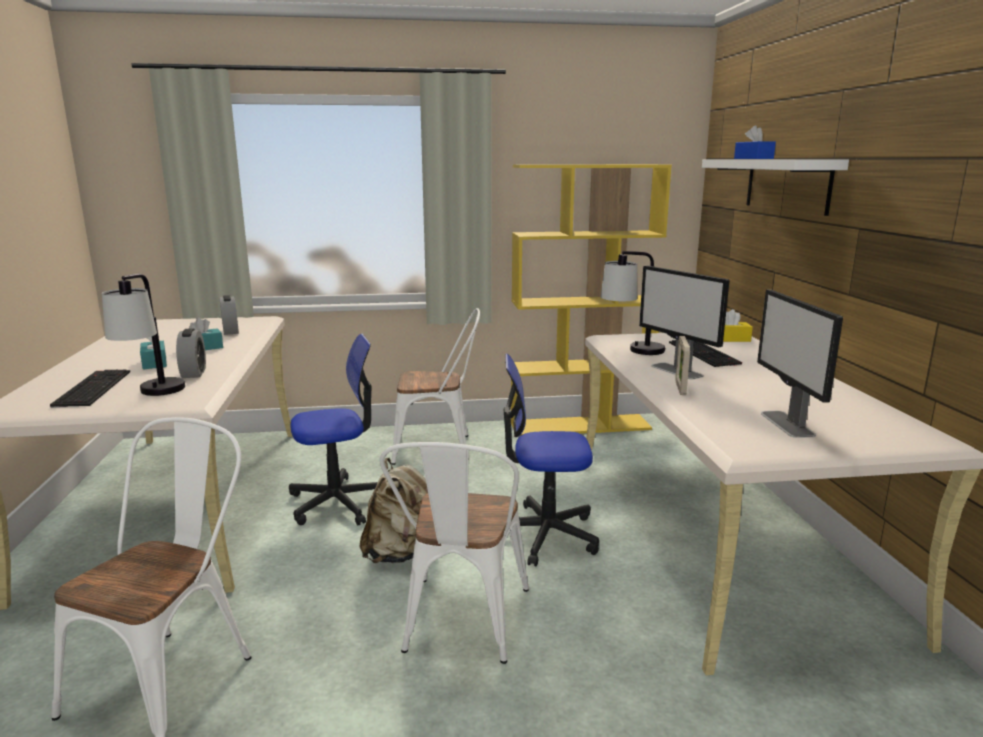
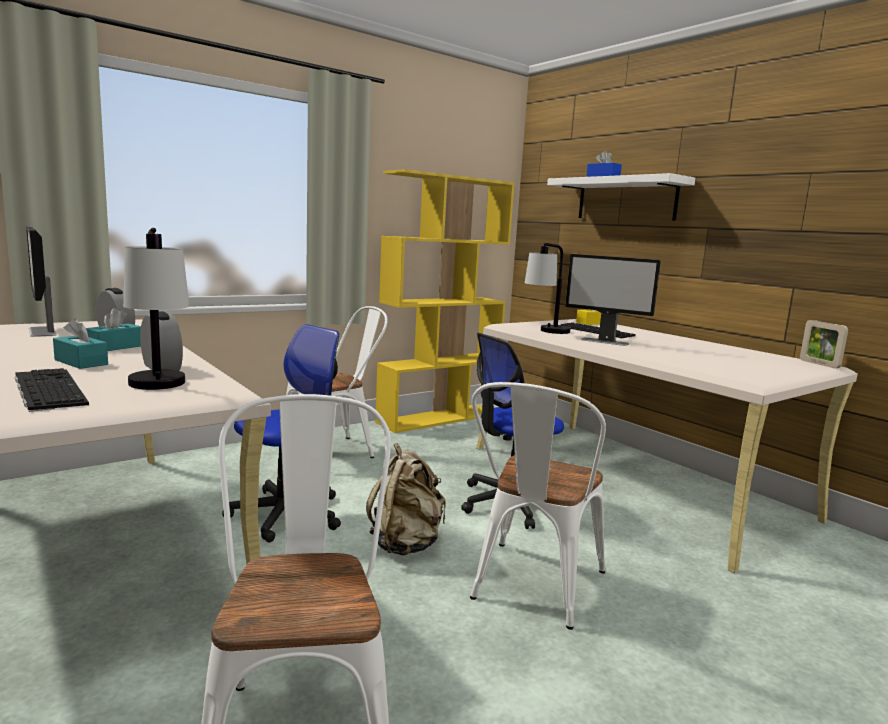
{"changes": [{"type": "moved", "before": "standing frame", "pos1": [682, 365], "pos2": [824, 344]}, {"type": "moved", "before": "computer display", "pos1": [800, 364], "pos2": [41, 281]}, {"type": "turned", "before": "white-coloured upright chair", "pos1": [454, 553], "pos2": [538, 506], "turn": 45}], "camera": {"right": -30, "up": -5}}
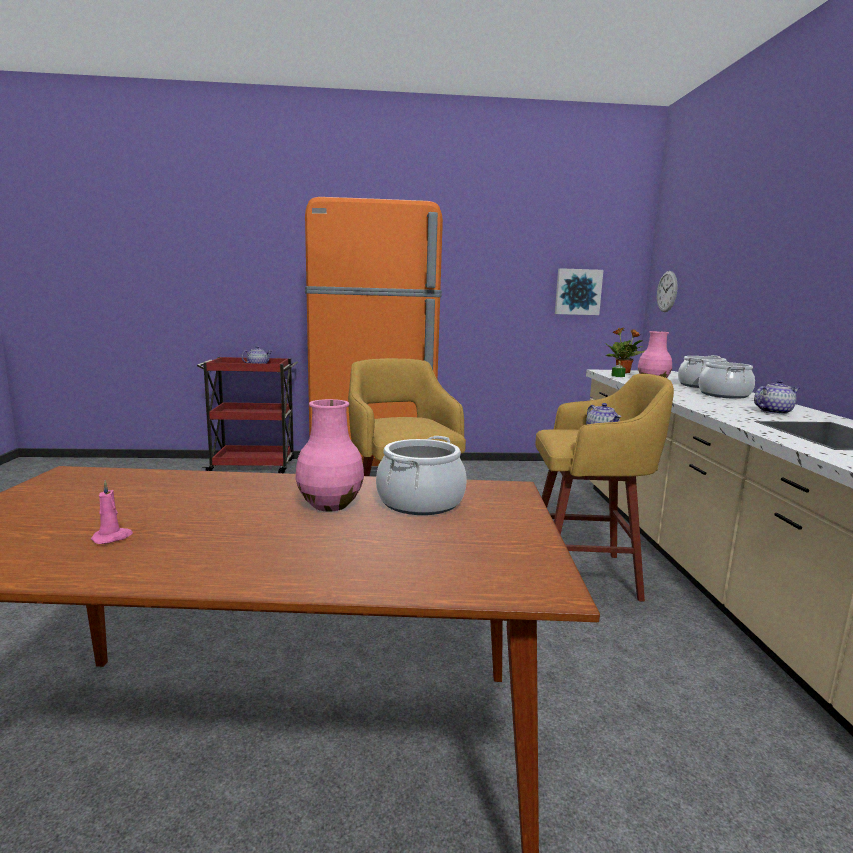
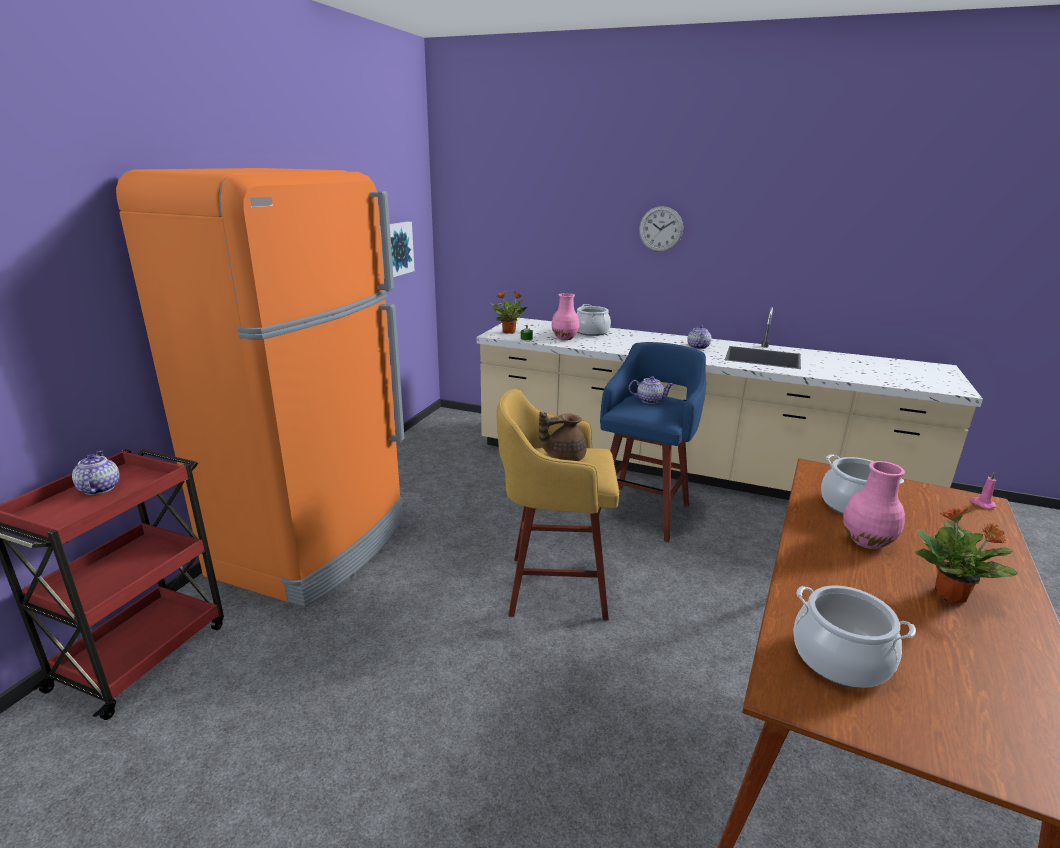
{"changes": [{"type": "added", "after": "brown-coloured pot for tea", "pos2": [563, 436]}, {"type": "added", "after": "plant in a pot", "pos2": [966, 555]}, {"type": "moved", "before": "pinkish wax candle", "pos1": [112, 512], "pos2": [983, 490]}, {"type": "moved", "before": "wall clock", "pos1": [667, 291], "pos2": [661, 229]}, {"type": "moved", "before": "cooking pot", "pos1": [727, 379], "pos2": [854, 636]}, {"type": "recoloured", "before": "yellow stool seat", "after": "bluish stool seat", "pos1": [604, 488], "pos2": [652, 442]}], "camera": {"right": -65, "up": 10}}
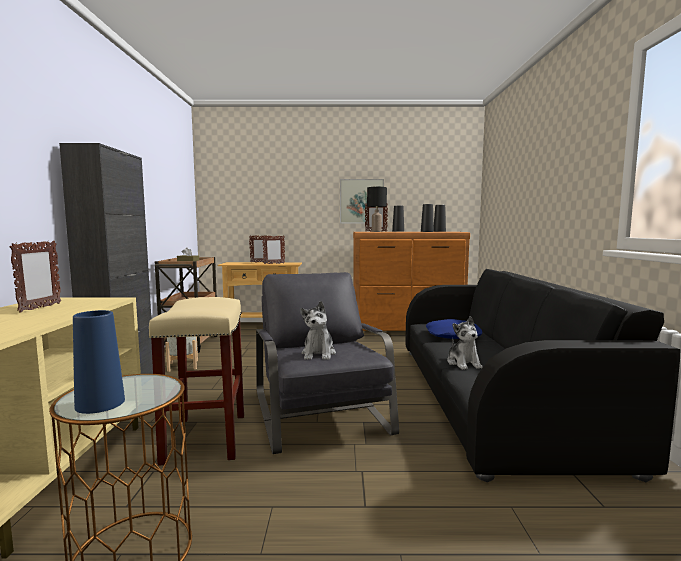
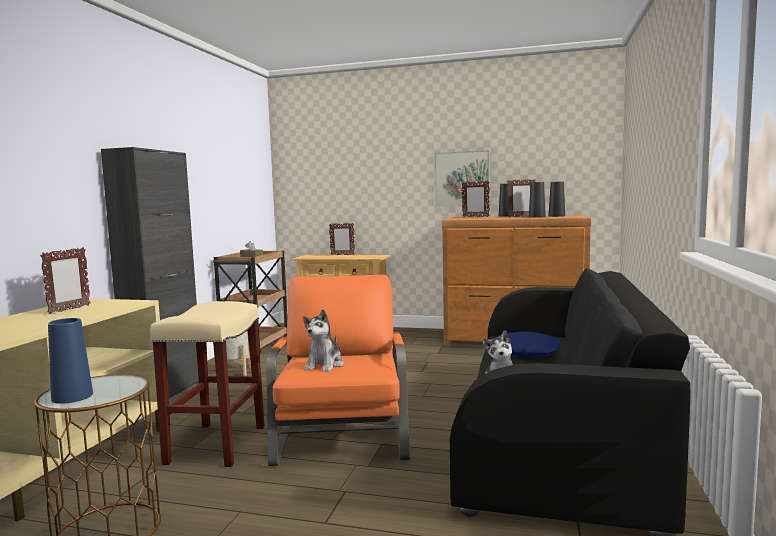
{"changes": [{"type": "removed", "before": "black tabletop lamp", "pos1": [377, 209]}, {"type": "moved", "before": "standing frame", "pos1": [273, 249], "pos2": [521, 198]}, {"type": "recoloured", "before": "gray lounge chair", "after": "orange lounge chair", "pos1": [327, 363], "pos2": [338, 370]}], "camera": {"right": 15, "up": 0}}
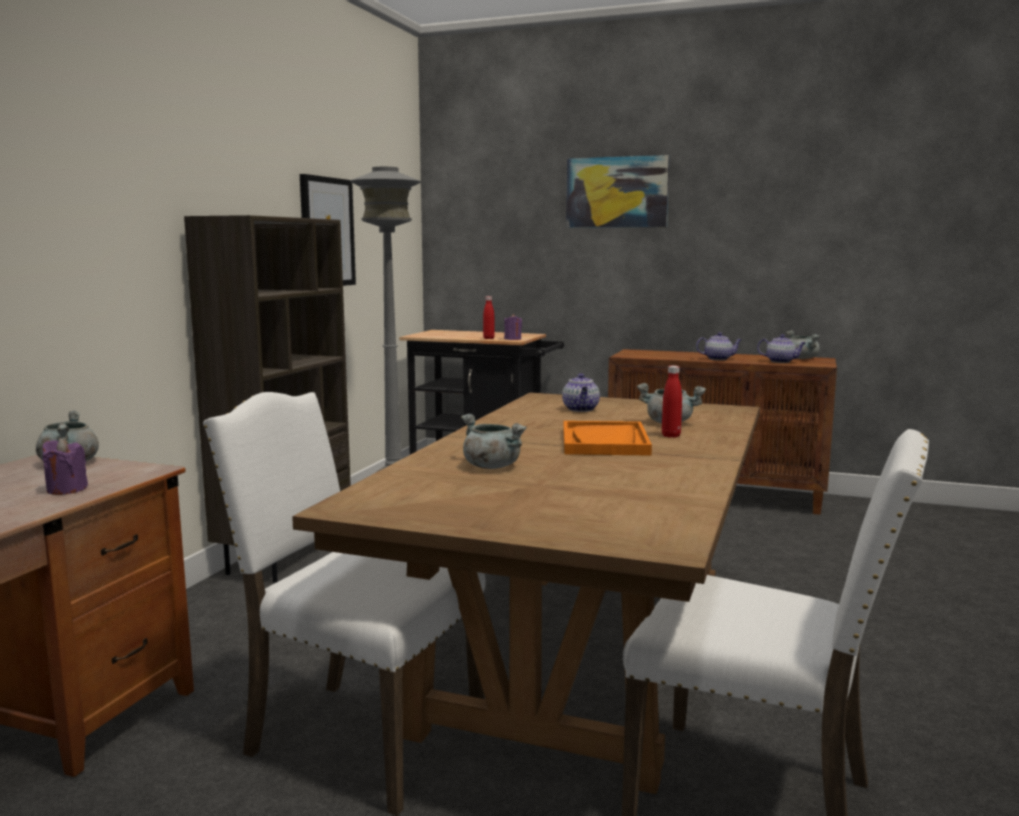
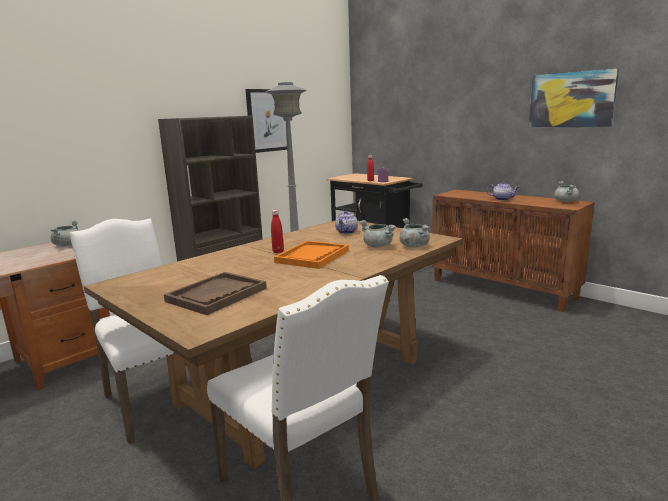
{"changes": [{"type": "removed", "before": "purple-coloured wax candle", "pos1": [65, 466]}, {"type": "removed", "before": "pot for tea", "pos1": [781, 348]}, {"type": "added", "after": "brown-coloured carrying tray", "pos2": [215, 293]}, {"type": "moved", "before": "gray cooking pot", "pos1": [494, 441], "pos2": [414, 232]}, {"type": "moved", "before": "wall picture", "pos1": [618, 191], "pos2": [574, 97]}, {"type": "moved", "before": "red beverage bottle", "pos1": [672, 402], "pos2": [277, 231]}], "camera": {"right": 25, "up": 5}}
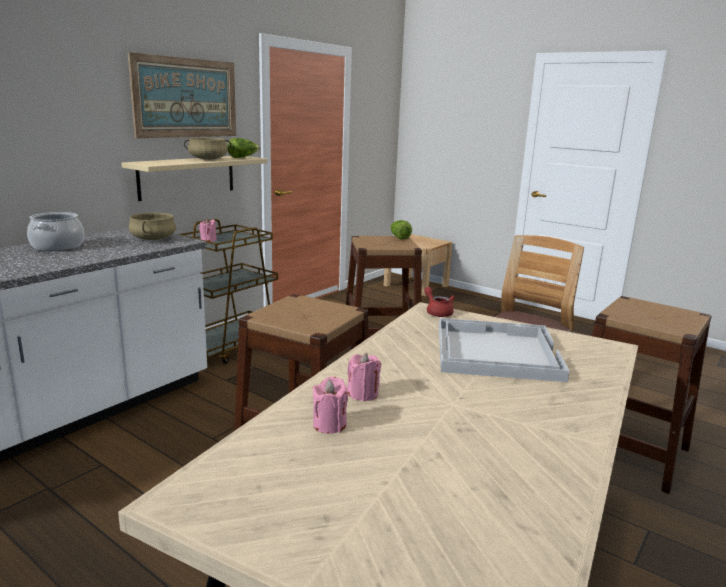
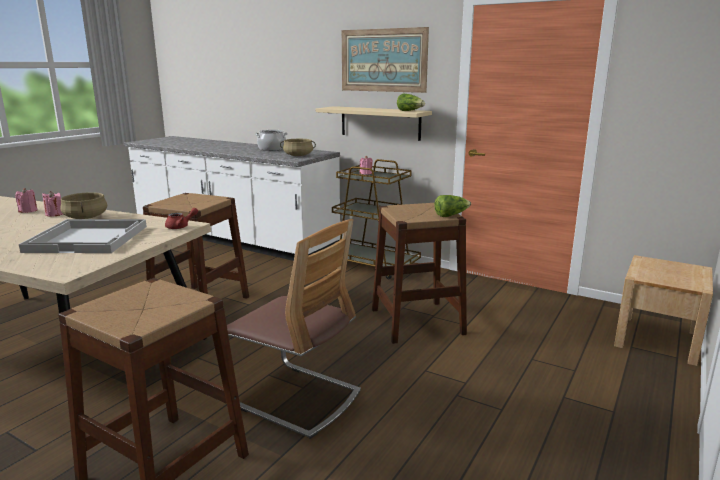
{"changes": [{"type": "moved", "before": "sand-coloured cooking pot", "pos1": [207, 149], "pos2": [83, 205]}], "camera": {"right": 85, "up": 0}}
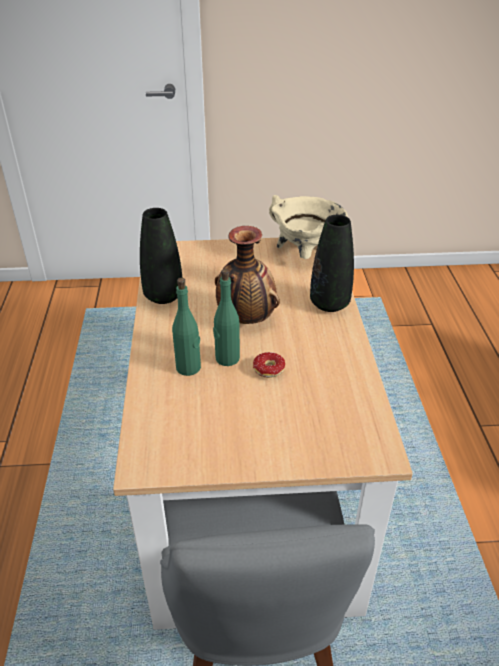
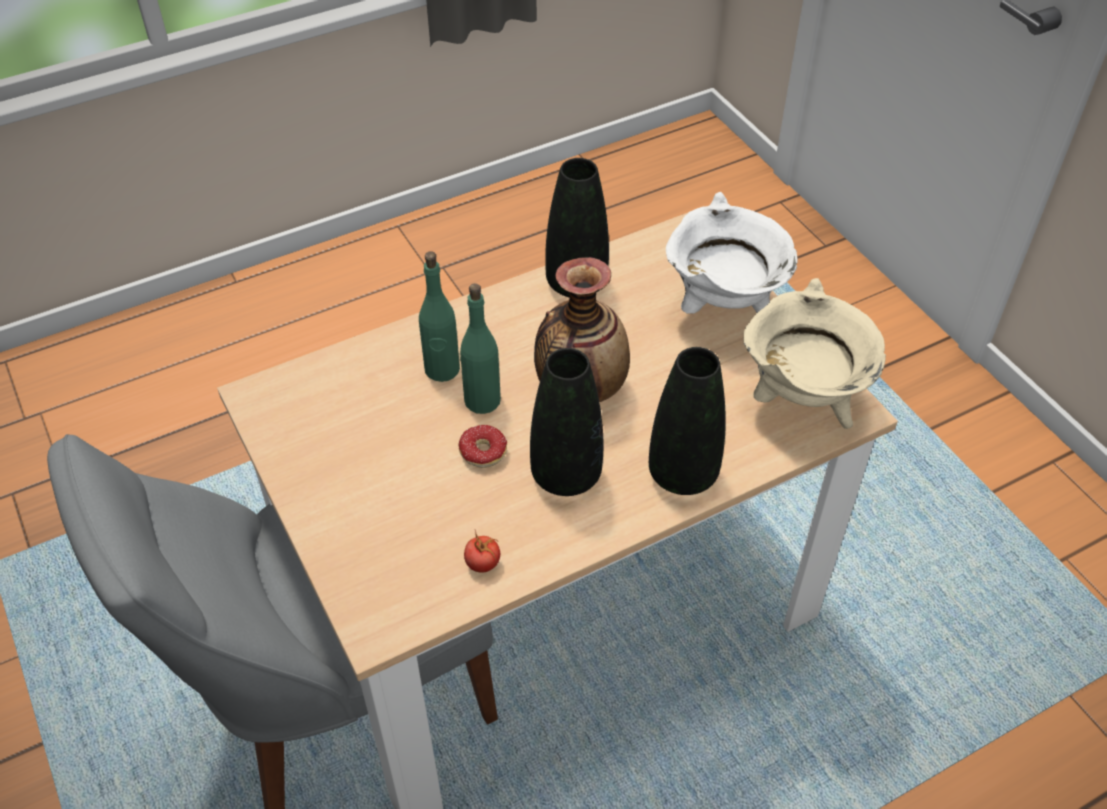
{"changes": [{"type": "added", "after": "whole tomato", "pos2": [482, 551]}, {"type": "added", "after": "black decorative vase", "pos2": [566, 422]}, {"type": "added", "after": "white-coloured cooking pot", "pos2": [732, 252]}], "camera": {"right": 65, "up": 10}}
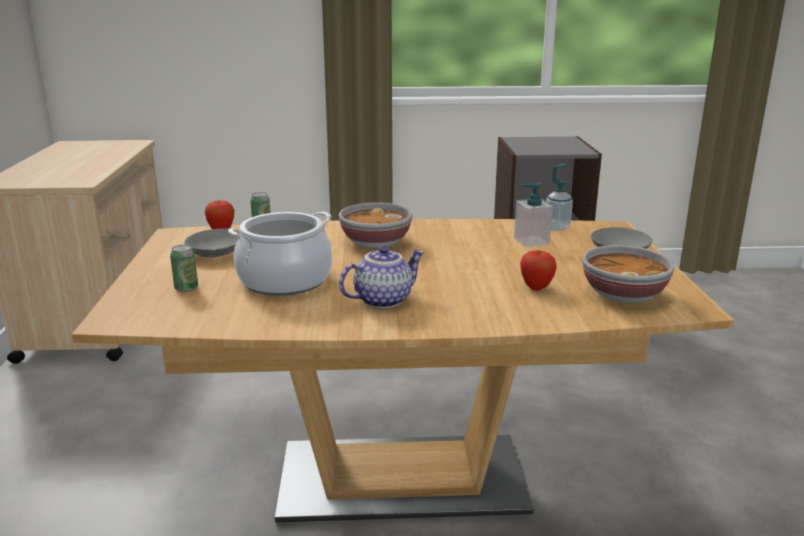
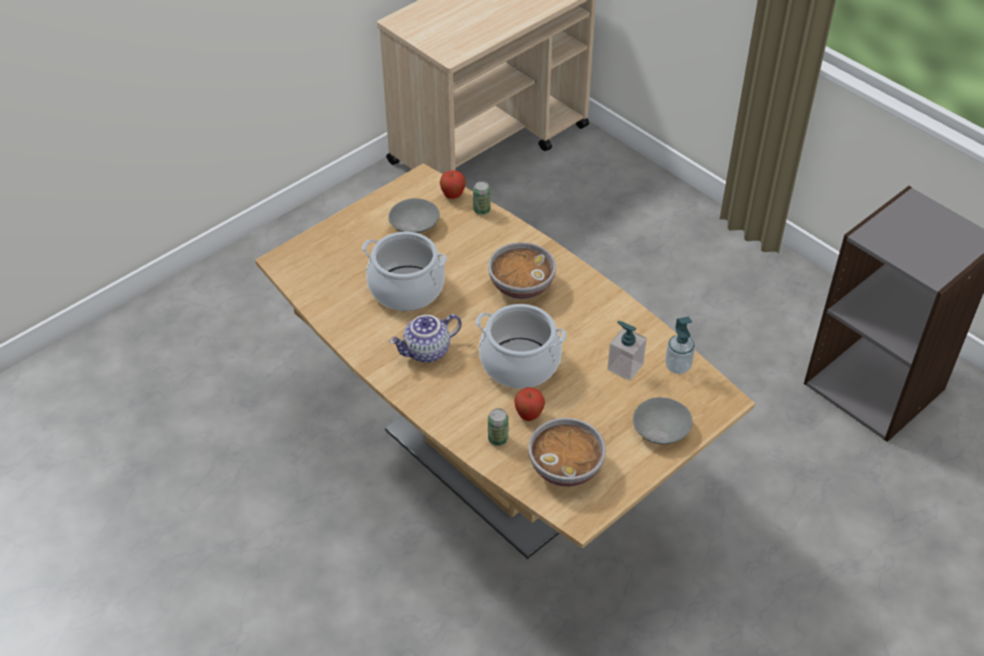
{"changes": [{"type": "added", "after": "cooking pot", "pos2": [521, 346]}, {"type": "moved", "before": "can", "pos1": [184, 268], "pos2": [498, 427]}, {"type": "turned", "before": "pot for tea", "pos1": [382, 277], "pos2": [425, 338], "turn": 135}], "camera": {"right": 50, "up": 25}}
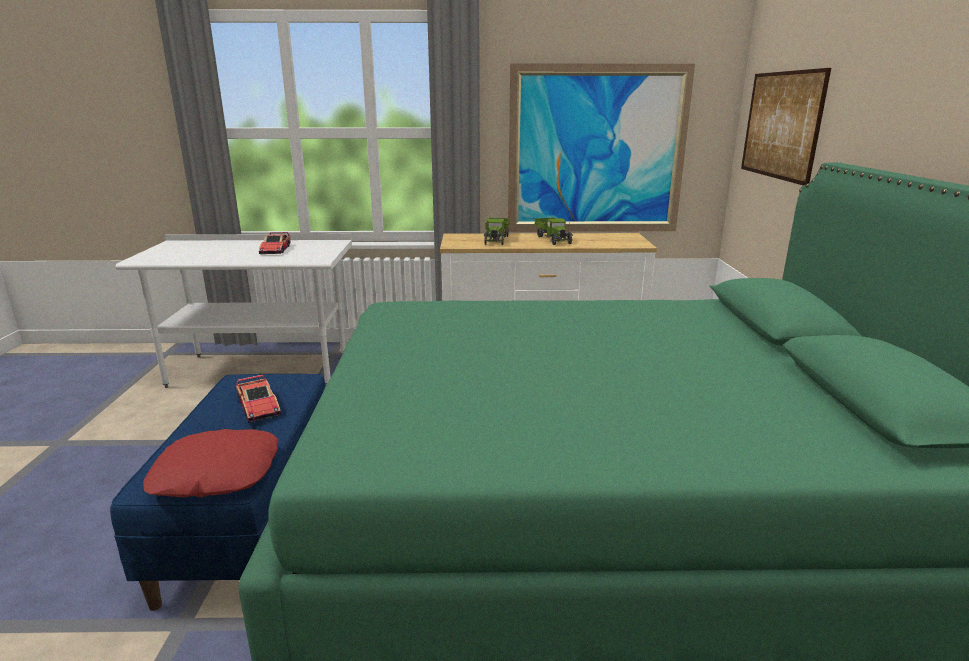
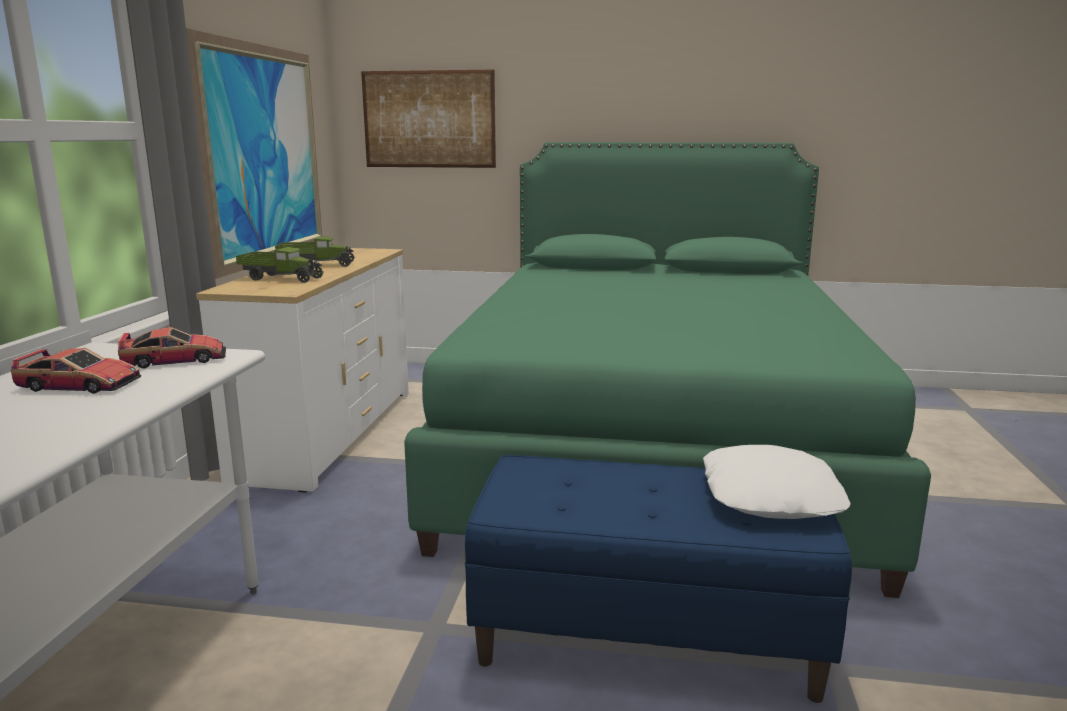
{"changes": [{"type": "moved", "before": "toy car", "pos1": [259, 399], "pos2": [172, 348]}, {"type": "recoloured", "before": "red cushion", "after": "white-coloured cushion", "pos1": [210, 463], "pos2": [777, 482]}], "camera": {"right": -80, "up": -5}}
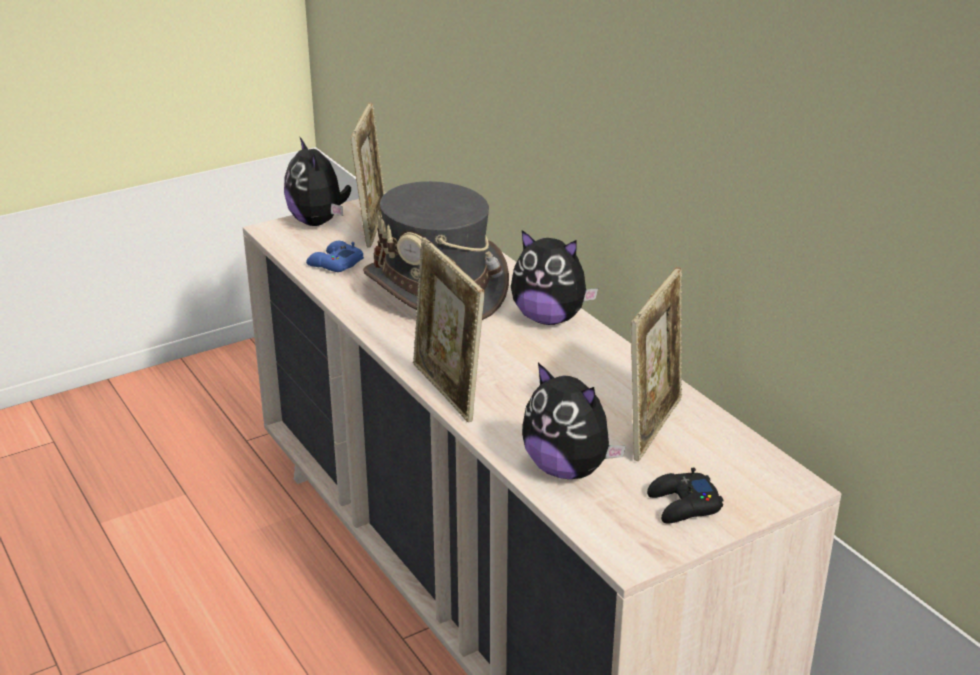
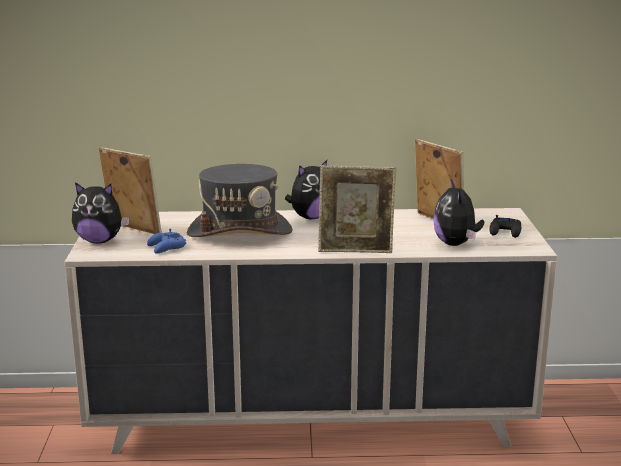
{"changes": [{"type": "turned", "before": "soft toy", "pos1": [574, 421], "pos2": [458, 212], "turn": 105}], "camera": {"right": -60, "up": -10}}
